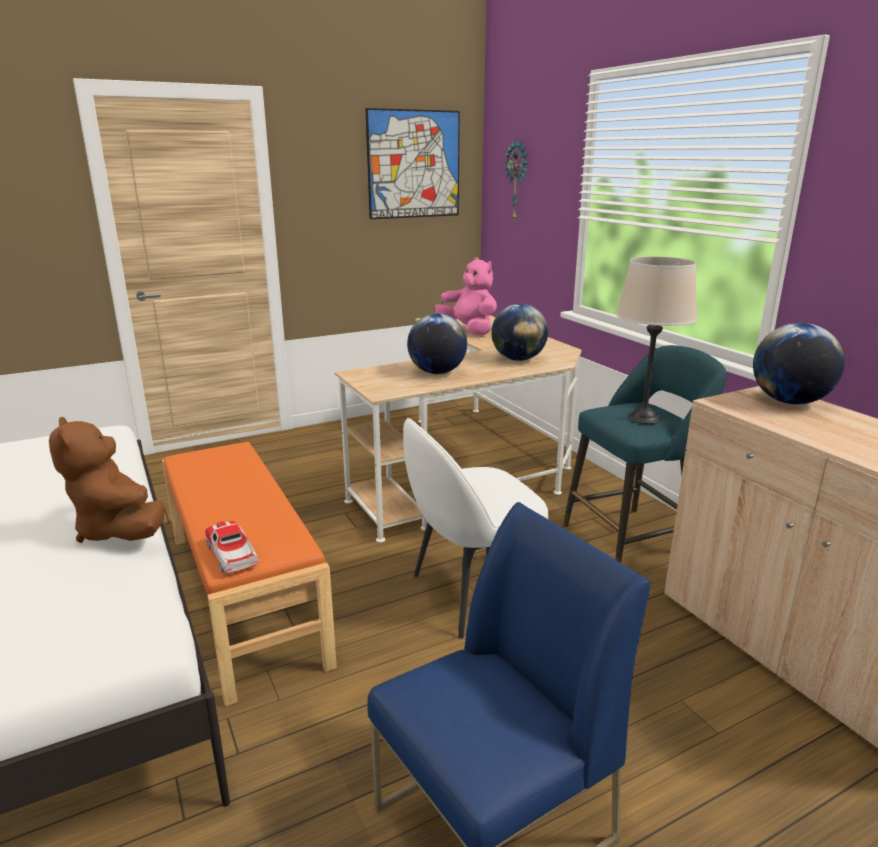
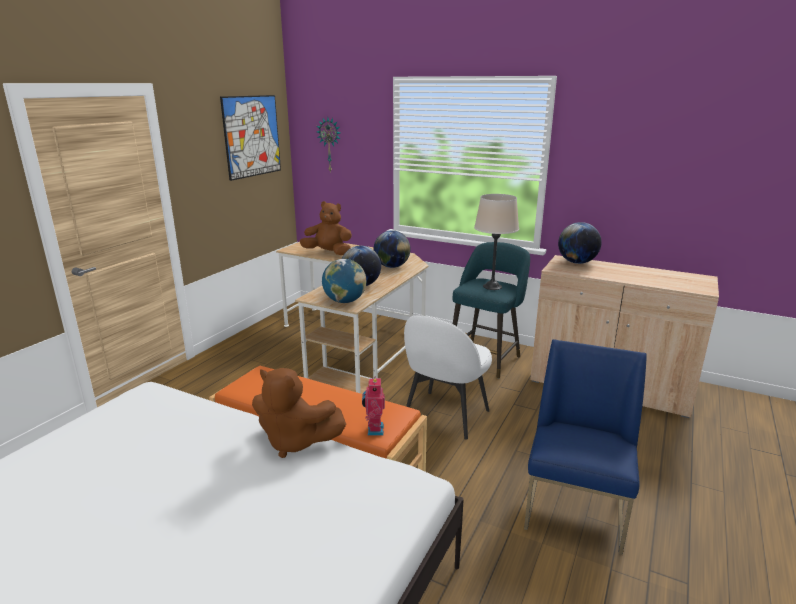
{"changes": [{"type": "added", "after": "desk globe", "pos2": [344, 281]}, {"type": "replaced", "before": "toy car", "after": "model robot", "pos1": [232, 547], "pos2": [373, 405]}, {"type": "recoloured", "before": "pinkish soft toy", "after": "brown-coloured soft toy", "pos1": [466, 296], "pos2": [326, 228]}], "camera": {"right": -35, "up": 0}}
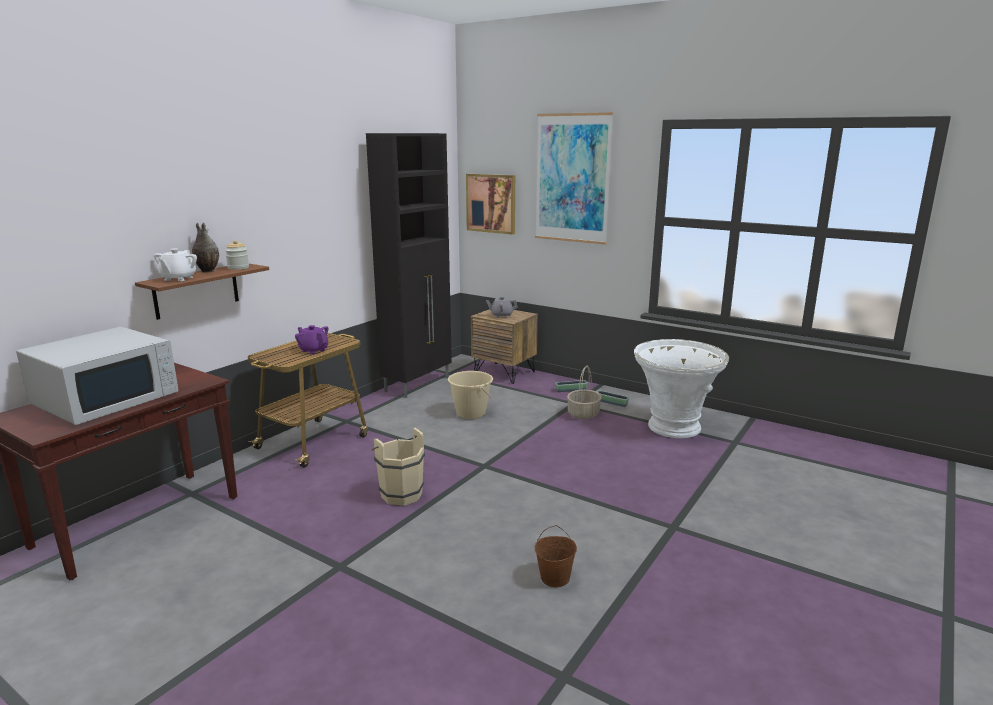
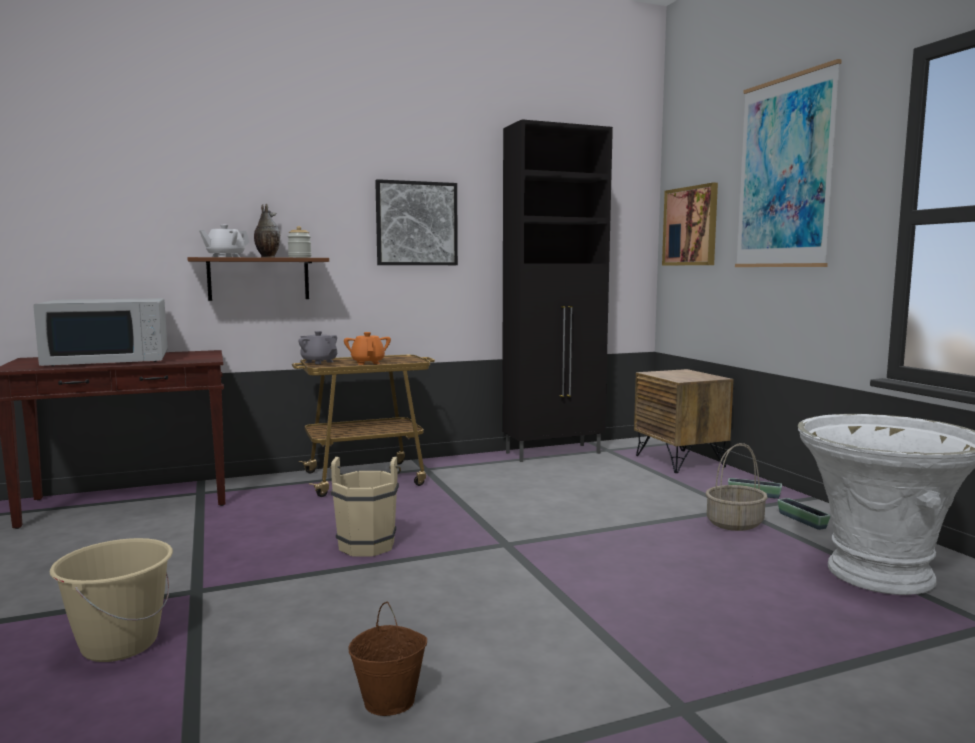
{"changes": [{"type": "added", "after": "wall picture", "pos2": [416, 222]}, {"type": "moved", "before": "sand-coloured water bucket", "pos1": [470, 395], "pos2": [111, 600]}, {"type": "moved", "before": "gray pot for tea", "pos1": [502, 307], "pos2": [318, 347]}, {"type": "recoloured", "before": "purple-coloured pot for tea", "after": "orange pot for tea", "pos1": [312, 339], "pos2": [367, 348]}], "camera": {"right": 35, "up": -10}}
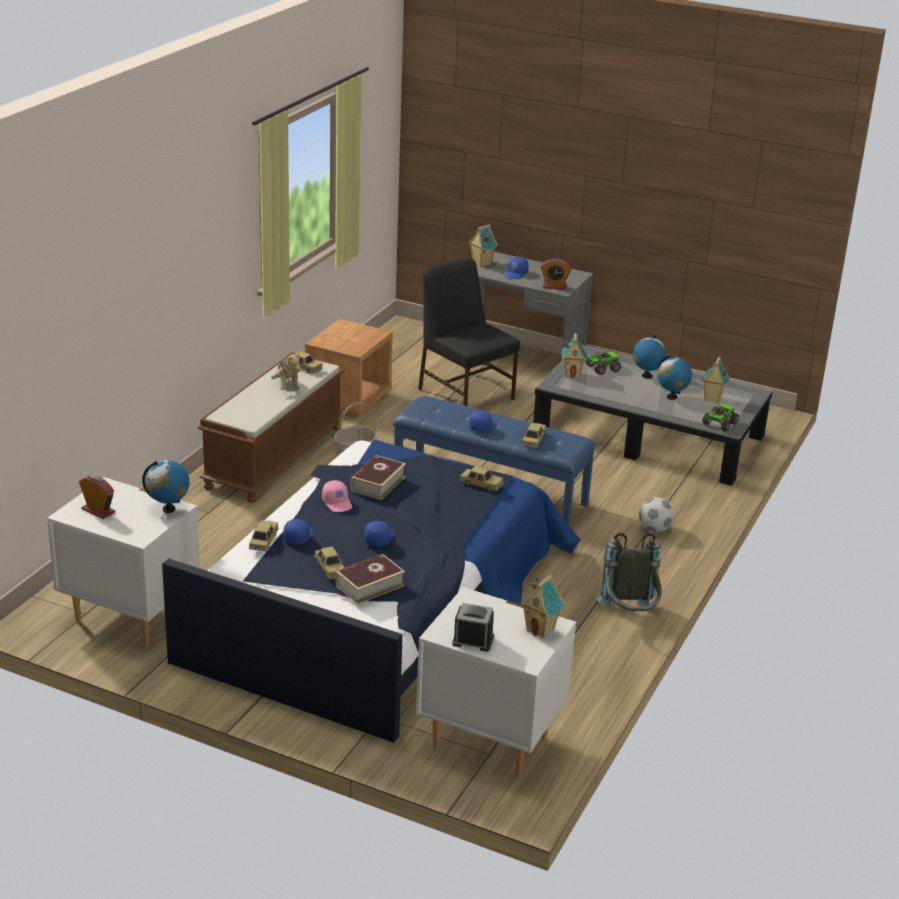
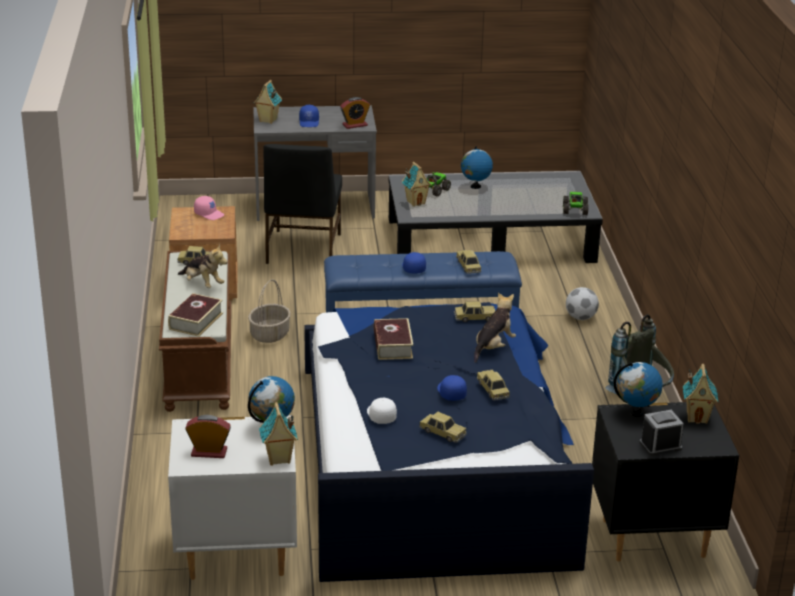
{"changes": [{"type": "added", "after": "soft toy", "pos2": [495, 328]}, {"type": "moved", "before": "toy car", "pos1": [263, 535], "pos2": [493, 385]}, {"type": "moved", "before": "pinkish baseball cap", "pos1": [337, 496], "pos2": [209, 208]}, {"type": "moved", "before": "bound book", "pos1": [370, 579], "pos2": [195, 315]}, {"type": "moved", "before": "desk globe", "pos1": [674, 377], "pos2": [638, 389]}, {"type": "moved", "before": "model house", "pos1": [715, 379], "pos2": [278, 434]}, {"type": "recoloured", "before": "bluish baseball cap", "after": "white-coloured baseball cap", "pos1": [298, 531], "pos2": [382, 411]}, {"type": "recoloured", "before": "white-coloured nightstand", "after": "black nightstand", "pos1": [496, 682], "pos2": [665, 481]}, {"type": "turned", "before": "black upright chair", "pos1": [469, 332], "pos2": [302, 204], "turn": -105}], "camera": {"right": -30, "up": 0}}
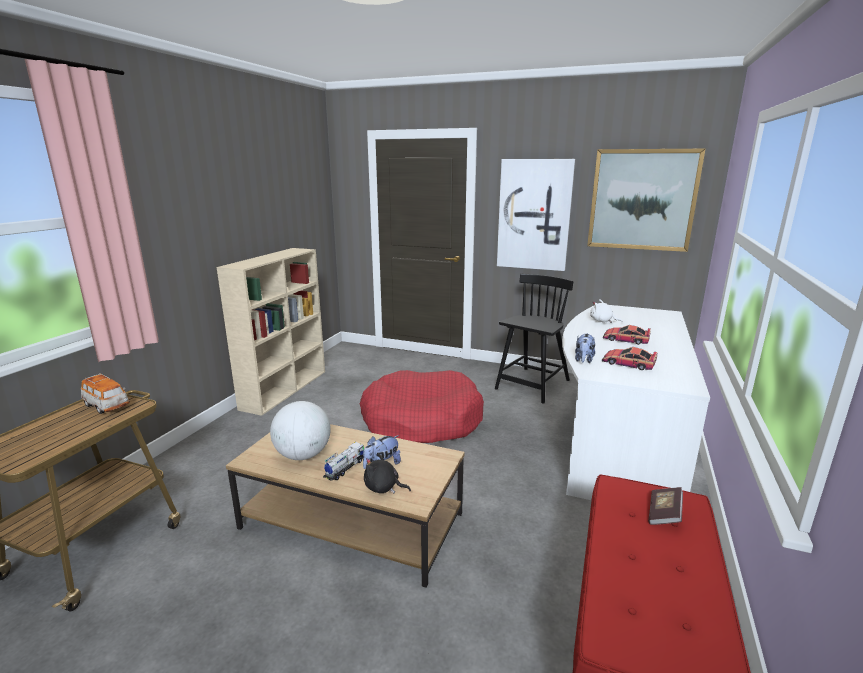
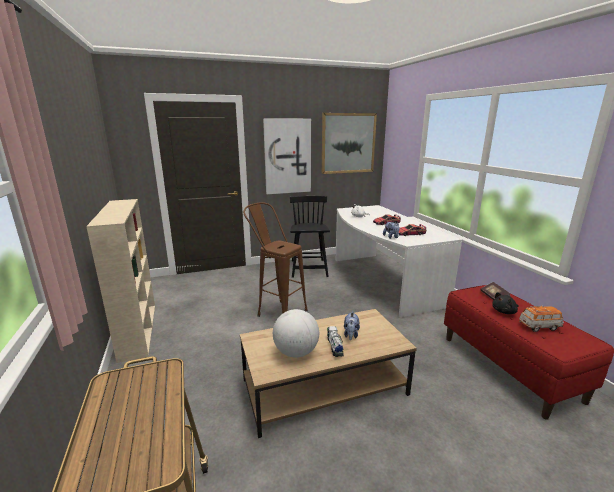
{"changes": [{"type": "moved", "before": "toy car", "pos1": [105, 393], "pos2": [541, 319]}, {"type": "moved", "before": "black soft toy", "pos1": [387, 473], "pos2": [505, 303]}, {"type": "replaced", "before": "red dog bed", "after": "brown-coloured stool seat", "pos1": [422, 406], "pos2": [275, 259]}], "camera": {"right": -40, "up": 0}}
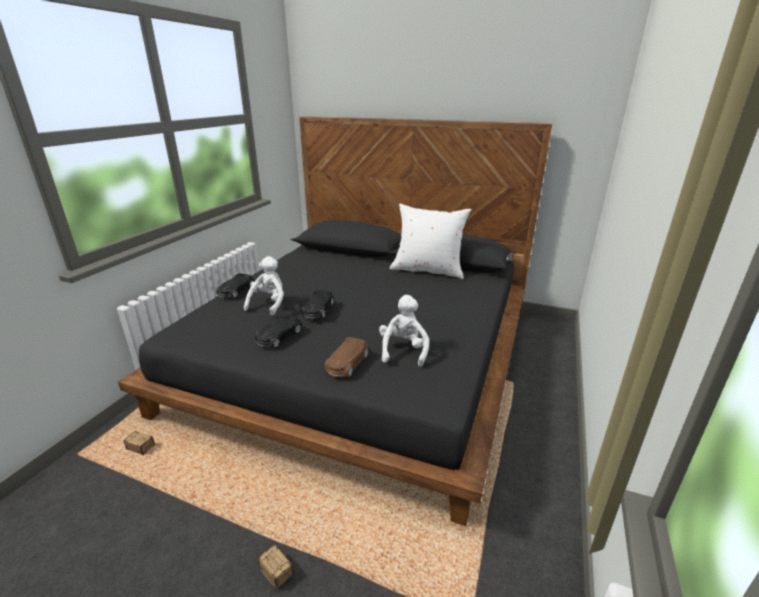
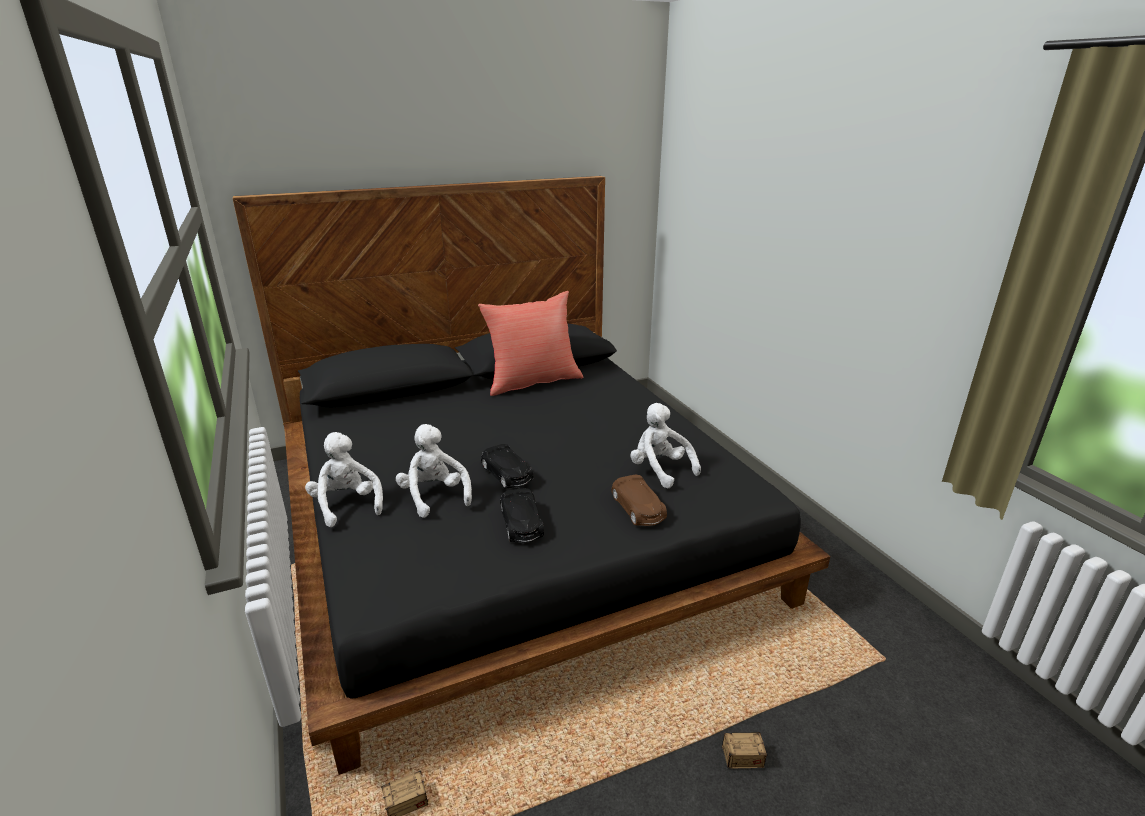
{"changes": [{"type": "replaced", "before": "black toy car", "after": "white-coloured soft toy", "pos1": [235, 286], "pos2": [344, 479]}, {"type": "recoloured", "before": "white-coloured cushion", "after": "red cushion", "pos1": [431, 241], "pos2": [530, 343]}], "camera": {"right": -45, "up": 0}}
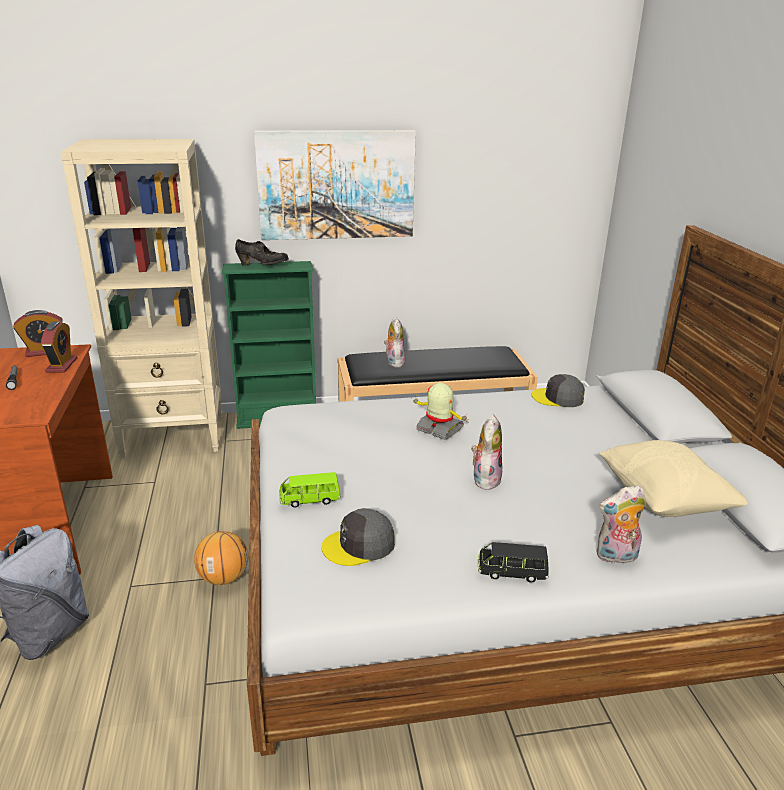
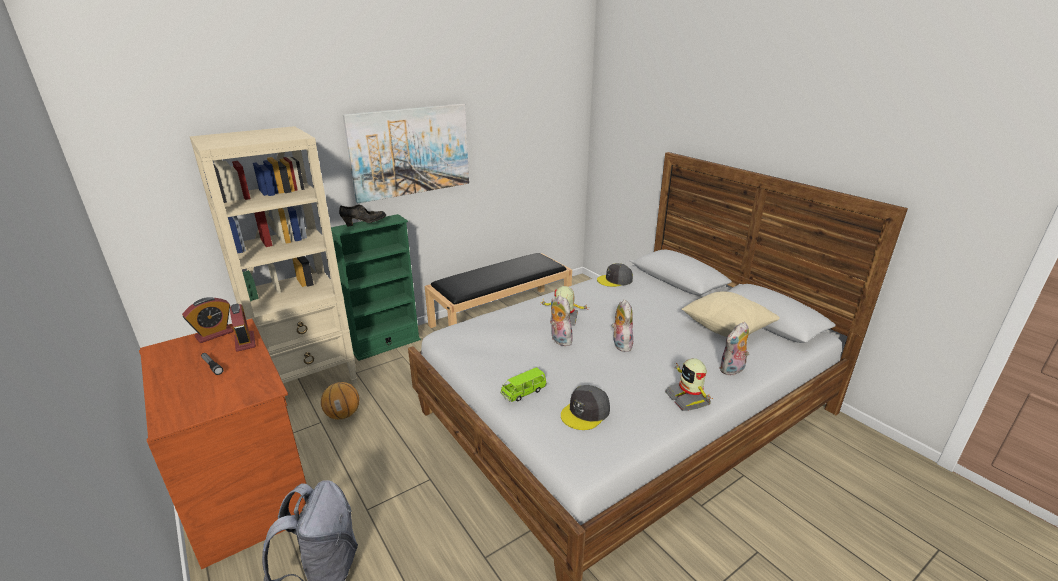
{"changes": [{"type": "moved", "before": "basketball", "pos1": [221, 558], "pos2": [340, 401]}, {"type": "moved", "before": "soft toy", "pos1": [394, 342], "pos2": [562, 320]}, {"type": "replaced", "before": "black toy car", "after": "model robot", "pos1": [513, 562], "pos2": [689, 384]}], "camera": {"right": -25, "up": 0}}
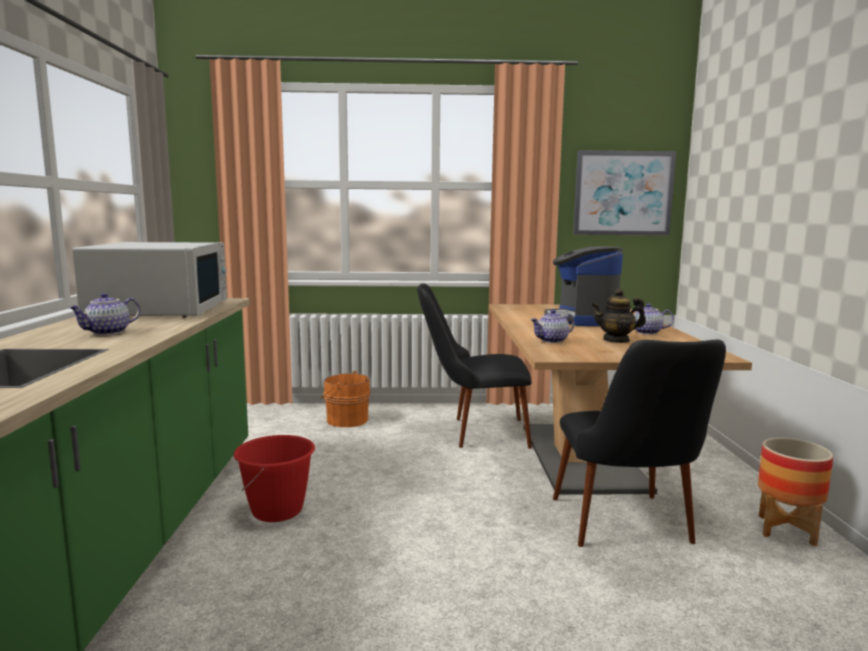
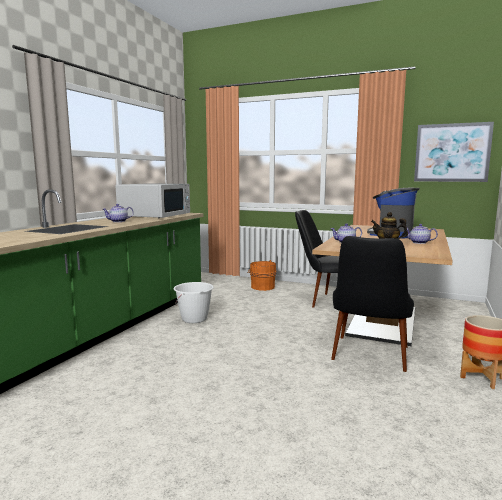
{"changes": [{"type": "recoloured", "before": "red water bucket", "after": "white-coloured water bucket", "pos1": [274, 478], "pos2": [194, 302]}], "camera": {"right": 25, "up": 0}}
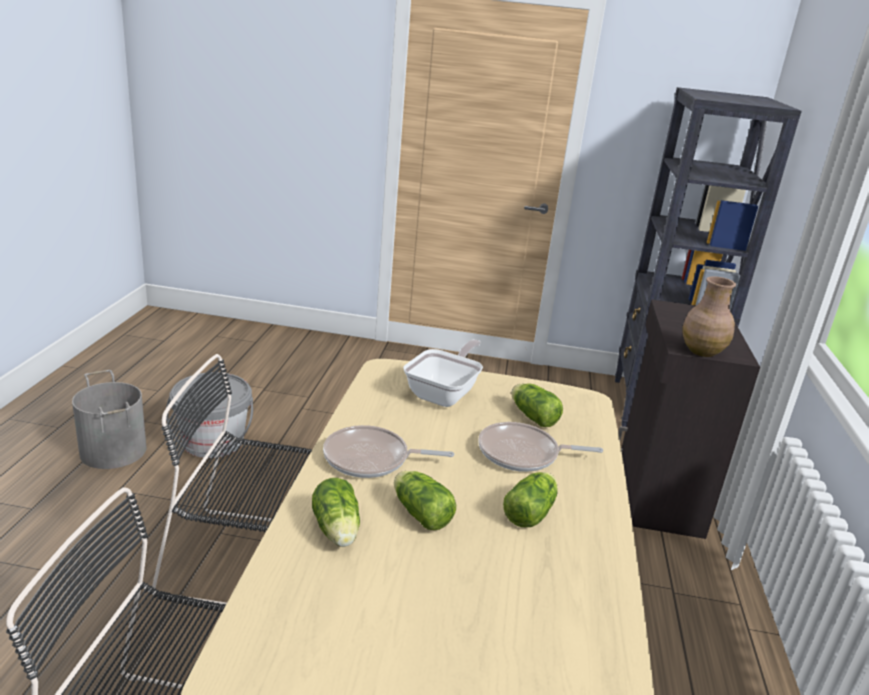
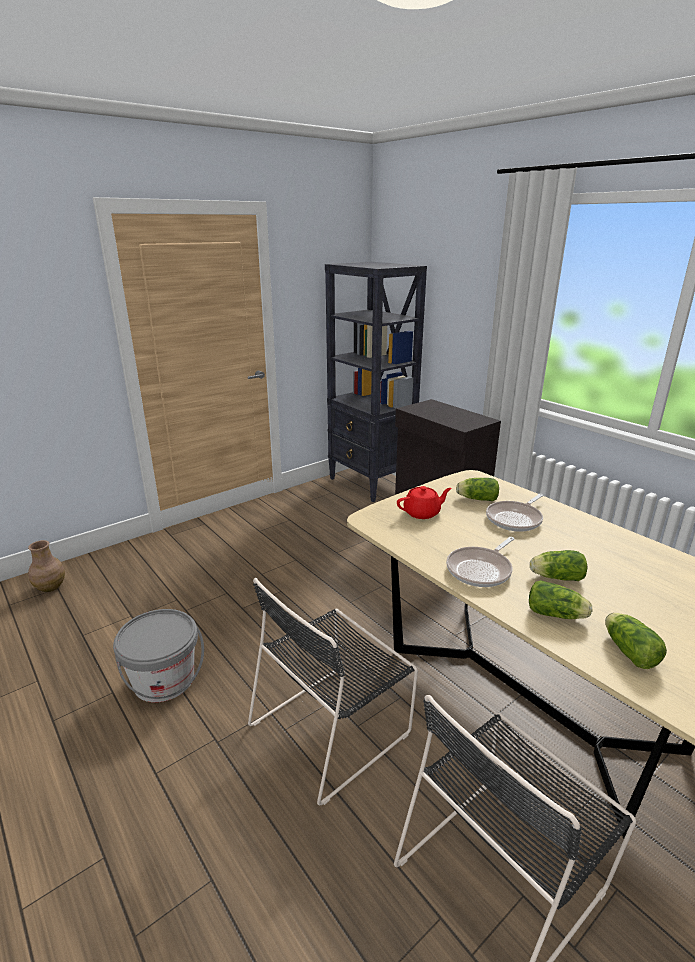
{"changes": [{"type": "removed", "before": "gray water bucket", "pos1": [109, 419]}, {"type": "moved", "before": "lettuce head", "pos1": [530, 499], "pos2": [636, 641]}, {"type": "moved", "before": "brown-coloured decorative vase", "pos1": [709, 316], "pos2": [46, 566]}, {"type": "replaced", "before": "pan", "after": "red pot for tea", "pos1": [443, 373], "pos2": [424, 502]}], "camera": {"right": -45, "up": 0}}
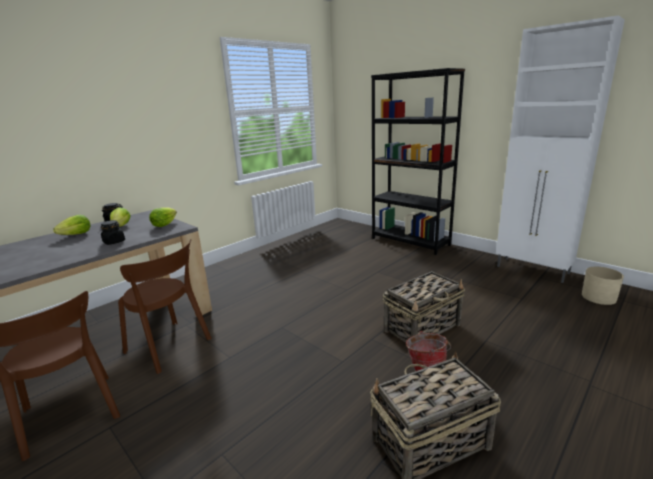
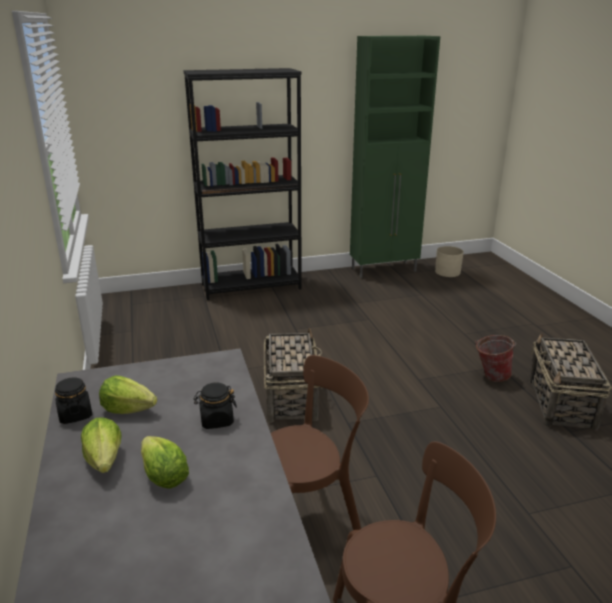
{"changes": [{"type": "moved", "before": "lettuce head", "pos1": [163, 217], "pos2": [165, 462]}, {"type": "moved", "before": "household basket", "pos1": [424, 307], "pos2": [293, 375]}, {"type": "recoloured", "before": "white-coloured cabinet", "after": "greenish cabinet", "pos1": [560, 149], "pos2": [395, 157]}], "camera": {"right": -60, "up": 5}}
